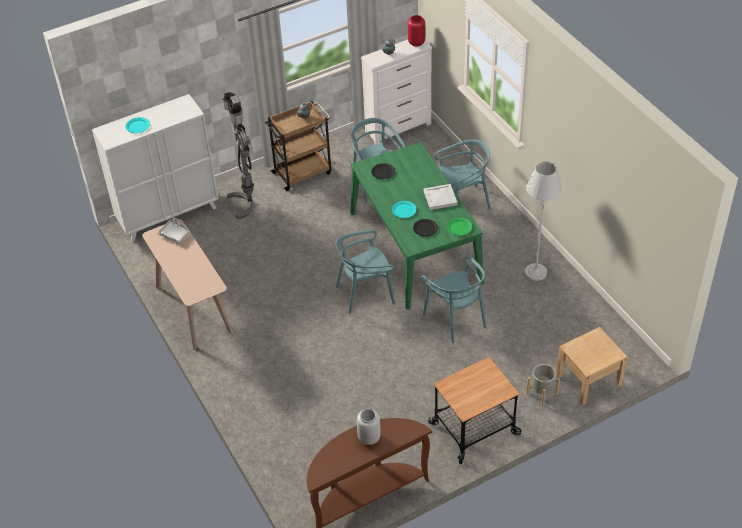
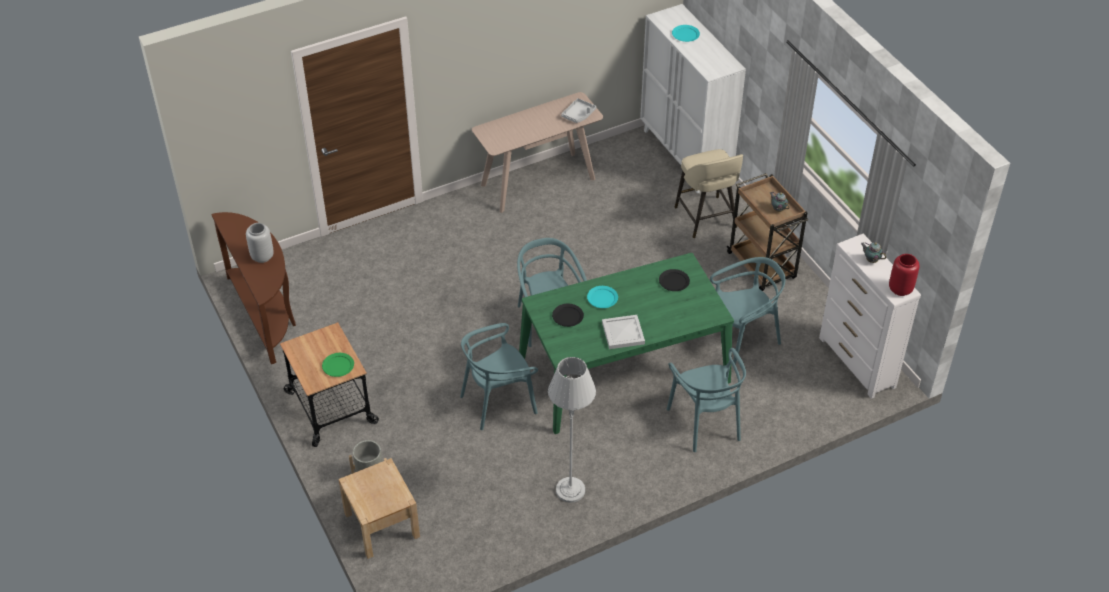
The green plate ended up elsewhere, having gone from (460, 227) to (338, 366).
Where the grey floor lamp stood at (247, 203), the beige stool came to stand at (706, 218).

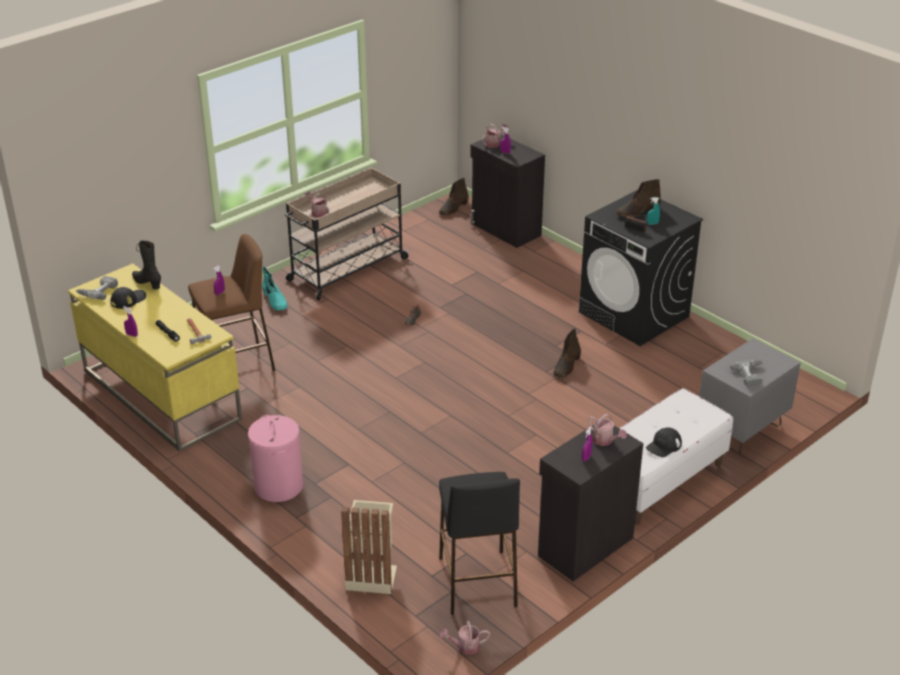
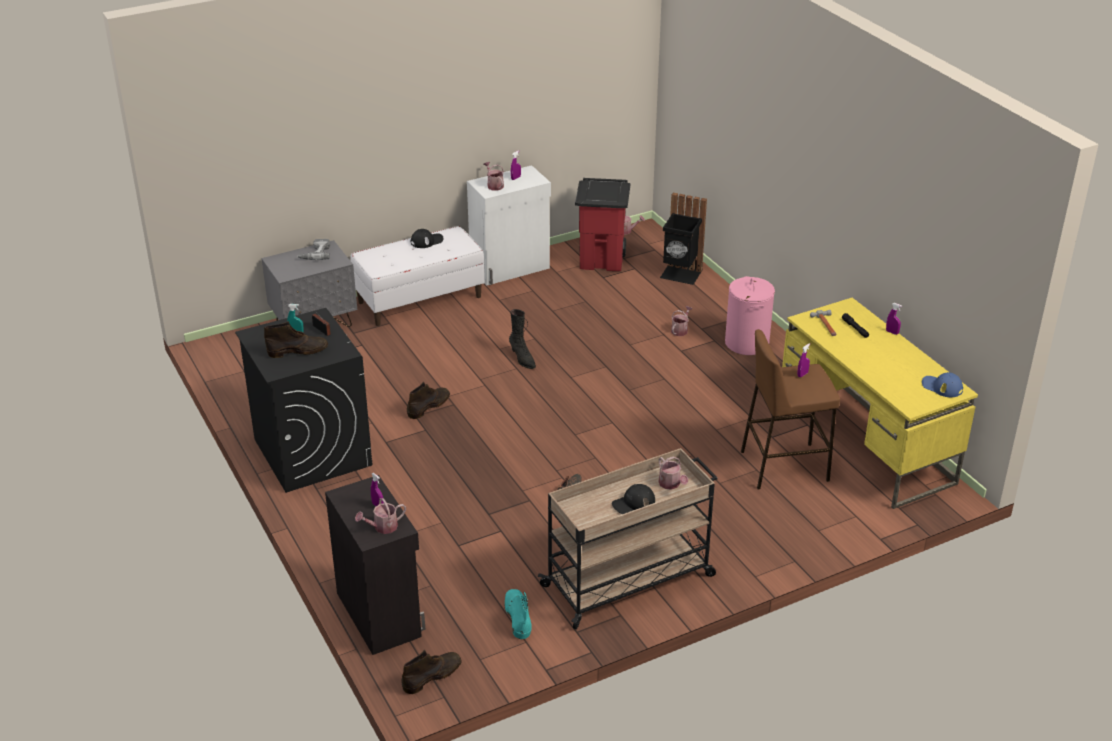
What was the black cabinet at (584, 546) turned into the white cabinet at (511, 268).
The turquoise boot ended up elsewhere, having gone from (275, 300) to (517, 616).
The black boot ended up elsewhere, having gone from (147, 283) to (522, 359).
Where the black stool stood at (477, 582), the red trash can came to stand at (602, 260).
The black cap ended up elsewhere, having gone from (128, 299) to (633, 503).
What was the beige trash can at (371, 575) turned into the black trash can at (680, 275).
The second view gained the watering can at (680, 330).
Where the power drill stood at (98, 291), the blue cap came to stand at (942, 387).

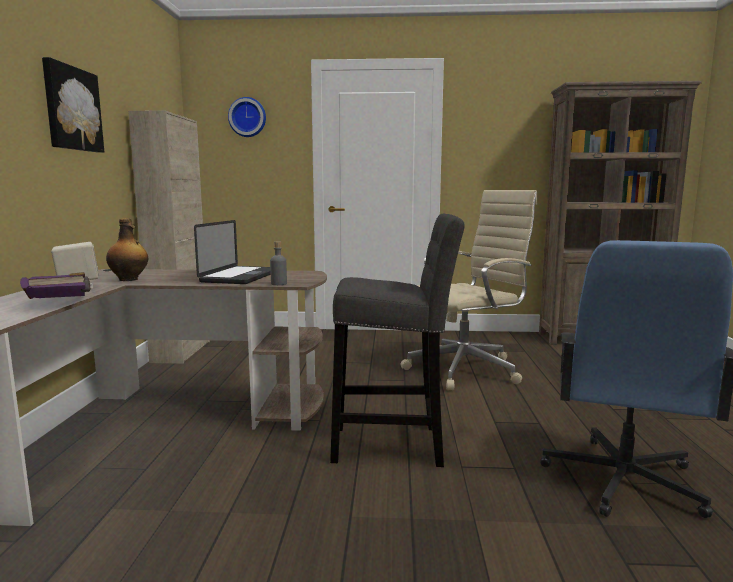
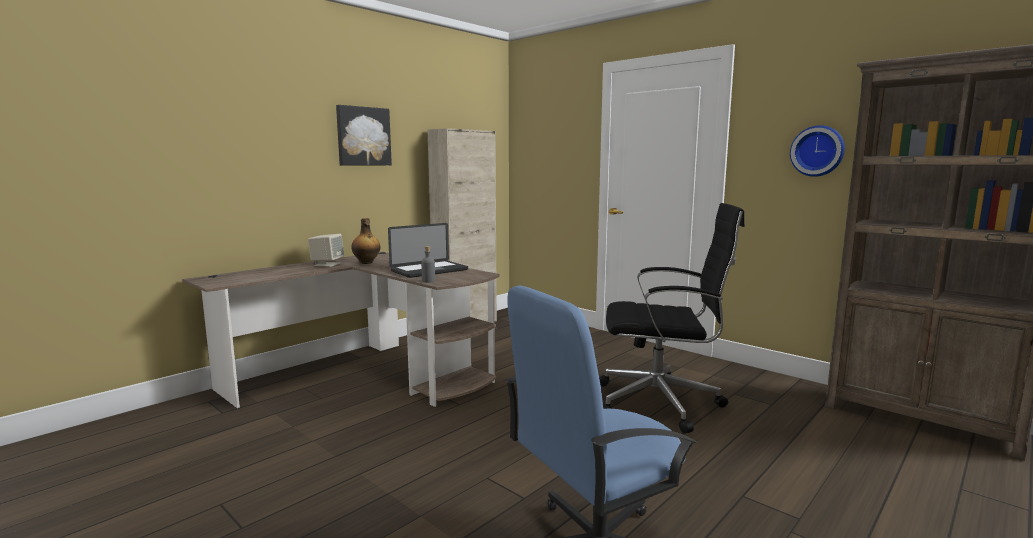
What was the beige office chair at (466, 369) turned into the black office chair at (661, 403).
The wall clock ended up elsewhere, having gone from (248, 117) to (817, 151).
The second view lost the purple book at (59, 304).
The second view lost the grey stool at (394, 445).

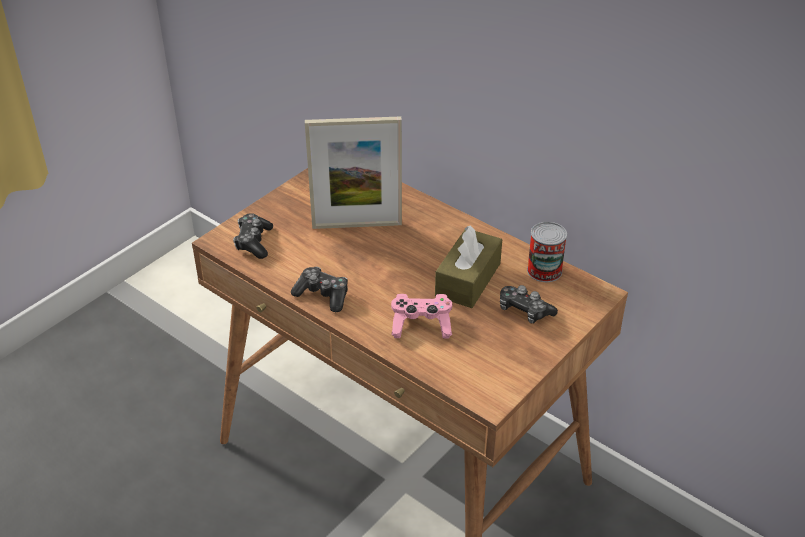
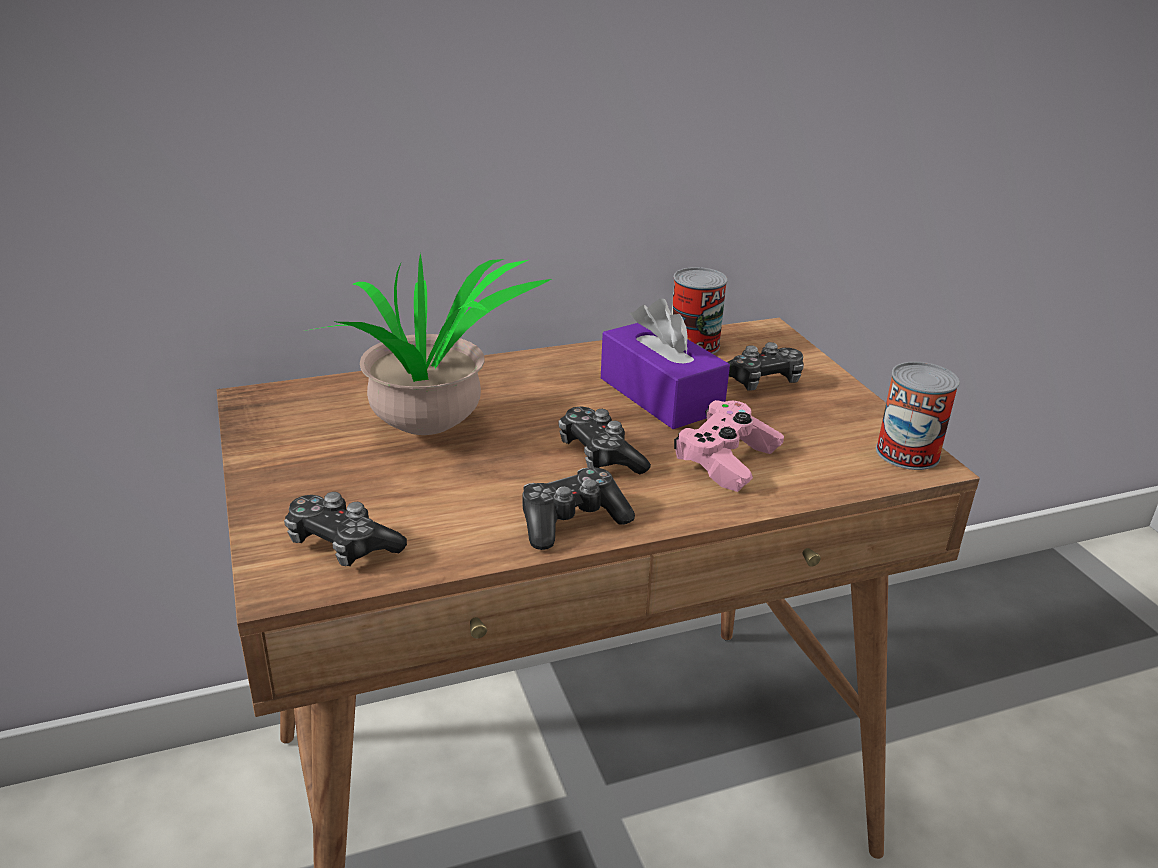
Where the picture frame stood at (357, 225), the potted plant came to stand at (432, 433).
The second view gained the game controller at (599, 455).
What was the brown tissue box at (468, 280) turned into the purple tissue box at (660, 395).
The second view gained the can at (907, 453).

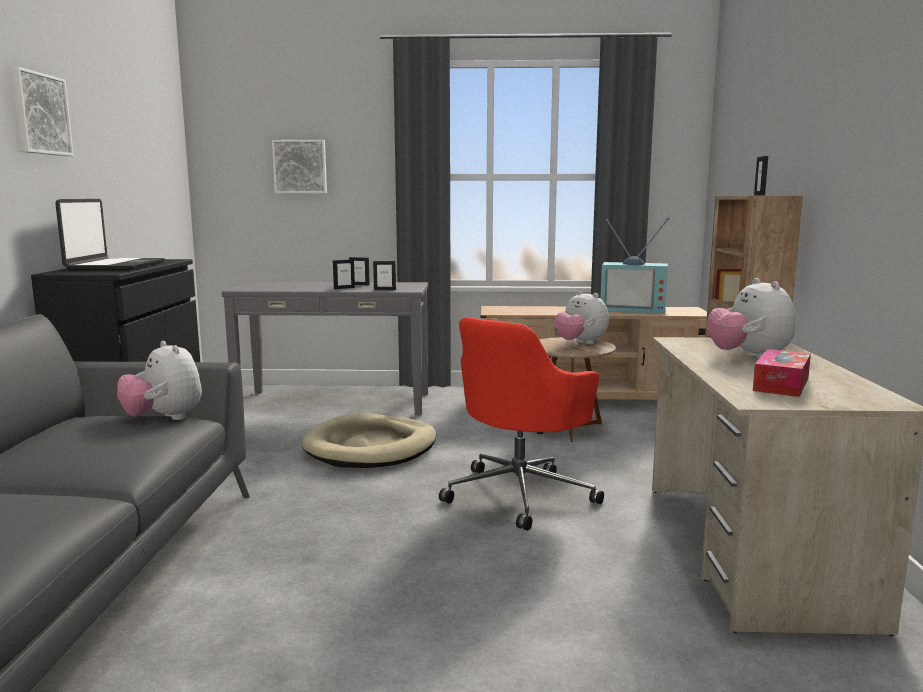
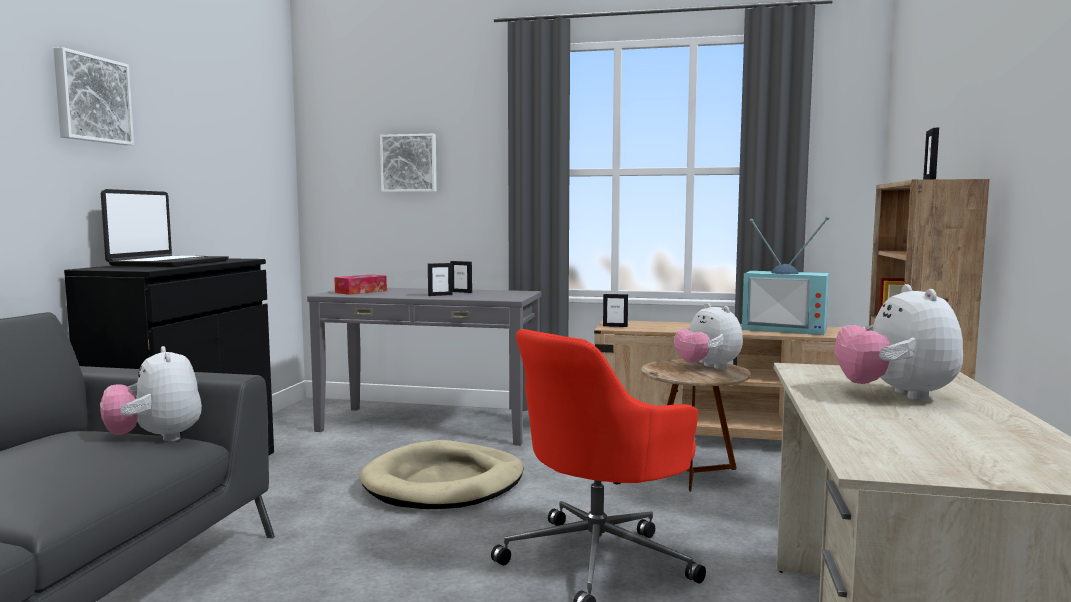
The tissue box ended up elsewhere, having gone from (781, 384) to (361, 291).
The picture frame ended up elsewhere, having gone from (384, 290) to (615, 326).

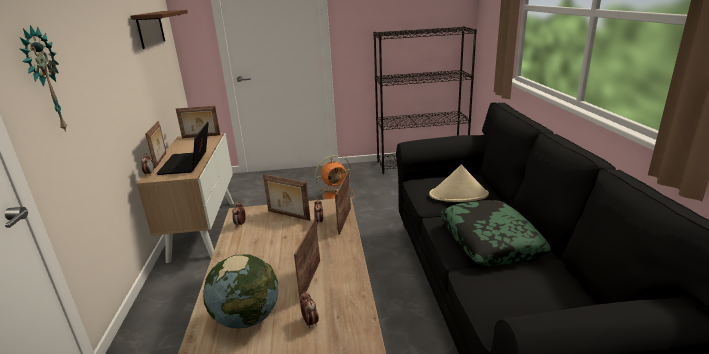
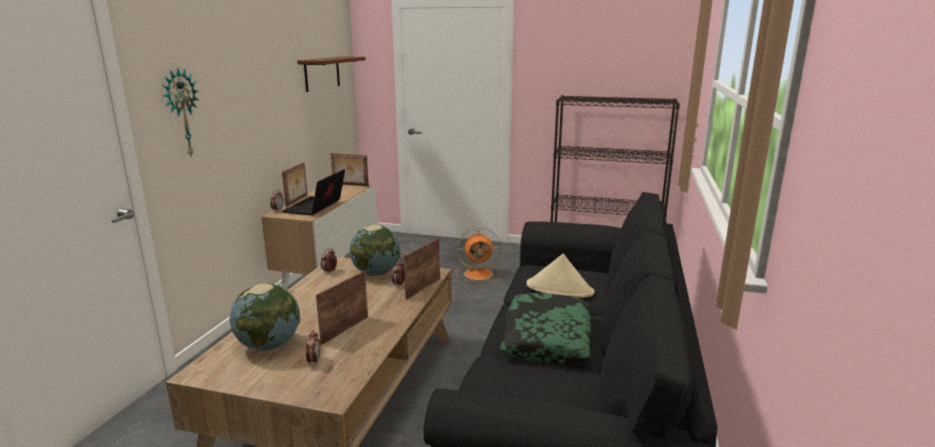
Where the picture frame stood at (288, 216), the globe came to stand at (376, 273).

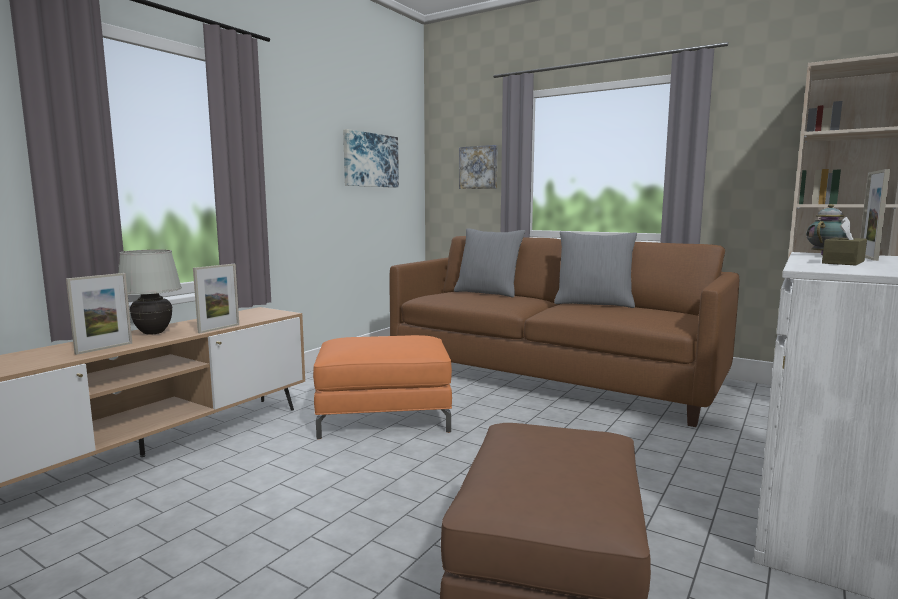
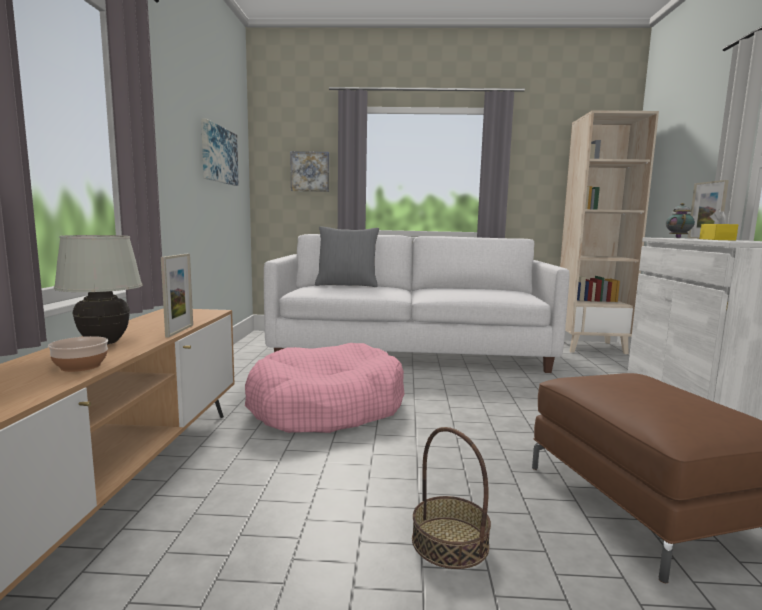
Where the picture frame stood at (104, 348), the bowl came to stand at (80, 366).
Where the orange ottoman stood at (384, 418), the pink dog bed came to stand at (326, 407).
What was the brown sofa at (551, 376) turned into the white sofa at (411, 353).
The second view gained the basket at (449, 542).
What was the brown tissue box at (843, 262) turned into the yellow tissue box at (717, 239).
The second view lost the grey pillow at (594, 303).

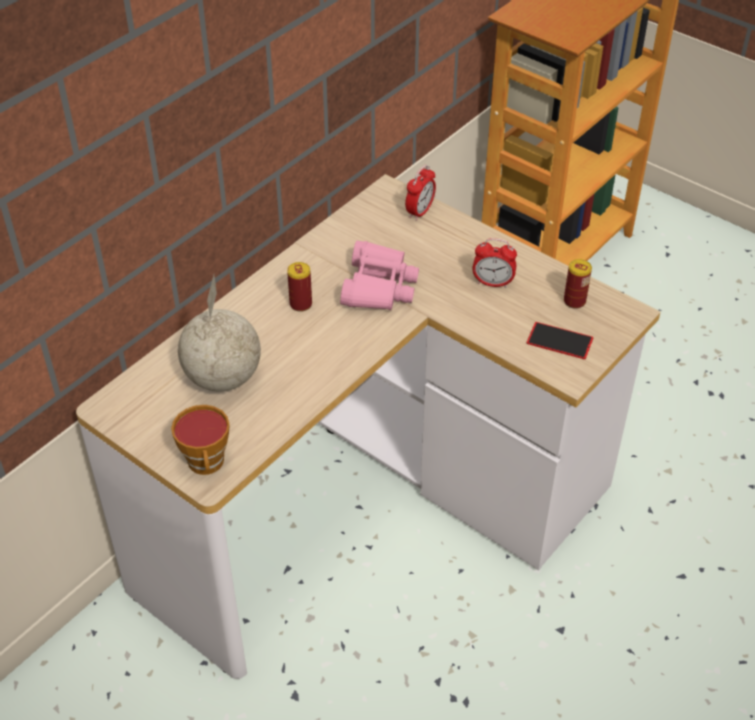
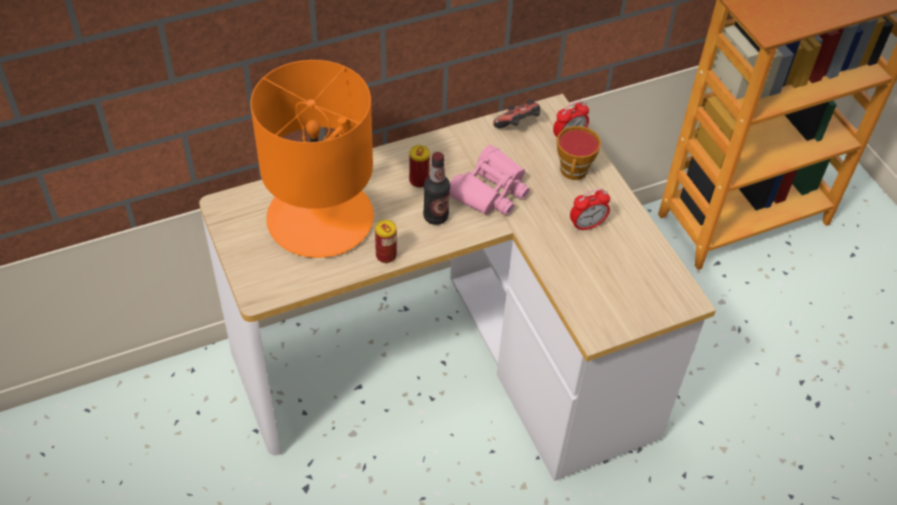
Where the globe stood at (224, 377), the orange table lamp came to stand at (321, 217).
The can ended up elsewhere, having gone from (574, 301) to (386, 255).
The second view gained the bottle at (435, 216).
The second view gained the game controller at (518, 125).
The cup ended up elsewhere, having gone from (207, 464) to (573, 172).
The alarm clock at (493, 283) ended up facing another way, 60 degrees counterclockwise from before.
The second view lost the phone at (559, 341).

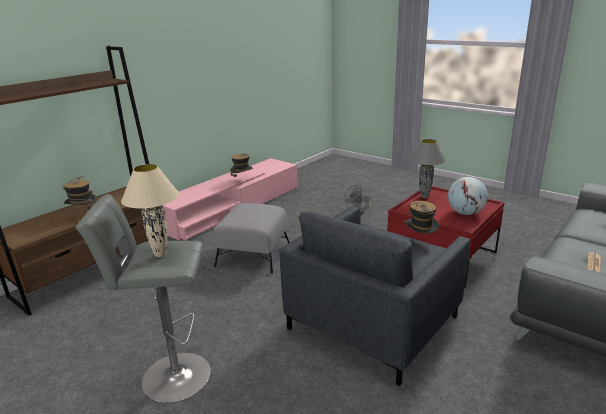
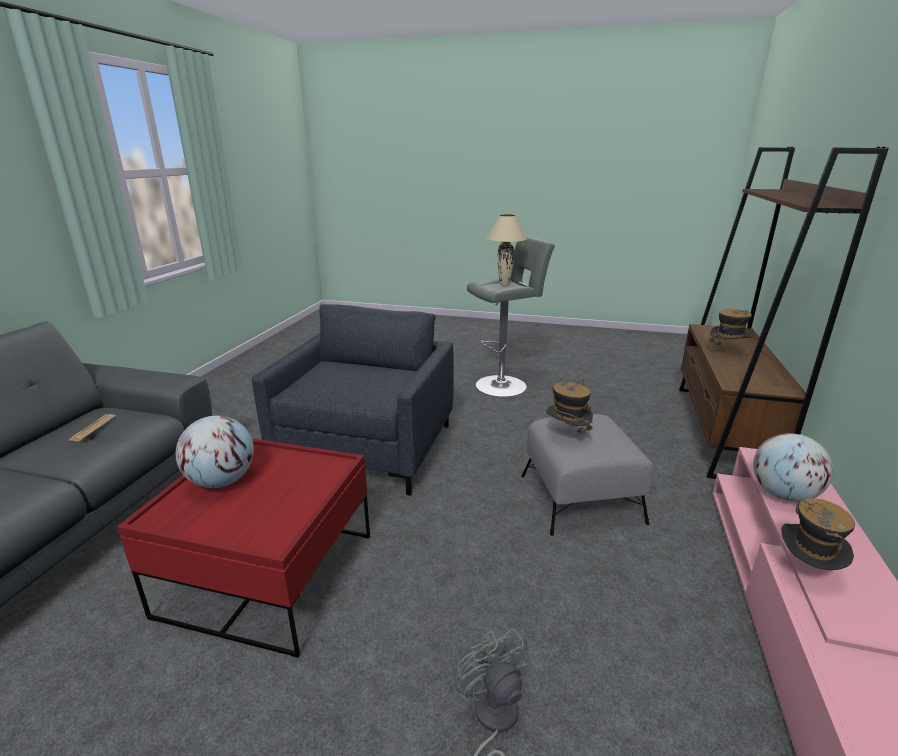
The hat ended up elsewhere, having gone from (420, 241) to (567, 436).
The second view gained the globe at (783, 495).
The second view lost the grey table lamp at (425, 196).

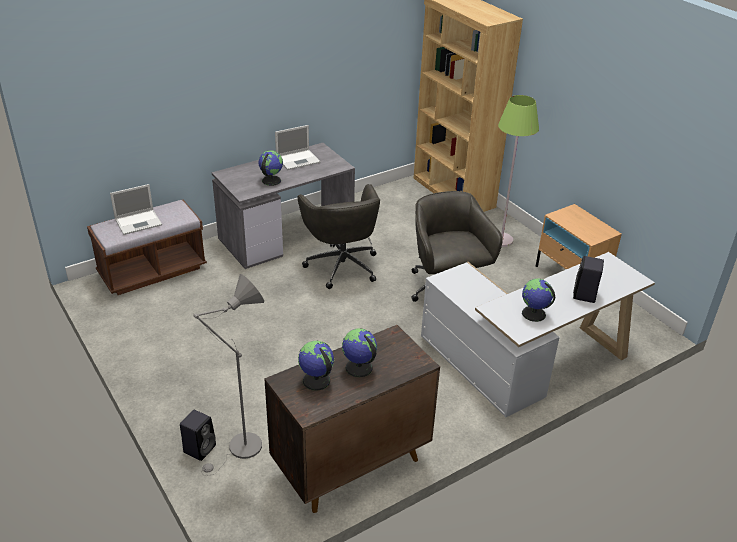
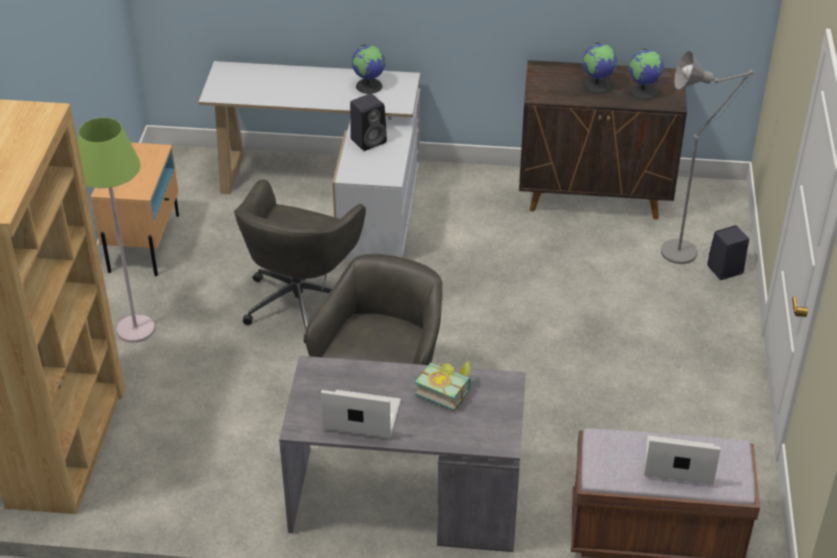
The black speaker ended up elsewhere, having gone from (585, 295) to (369, 140).
Where the globe stood at (271, 180), the book came to stand at (445, 390).

